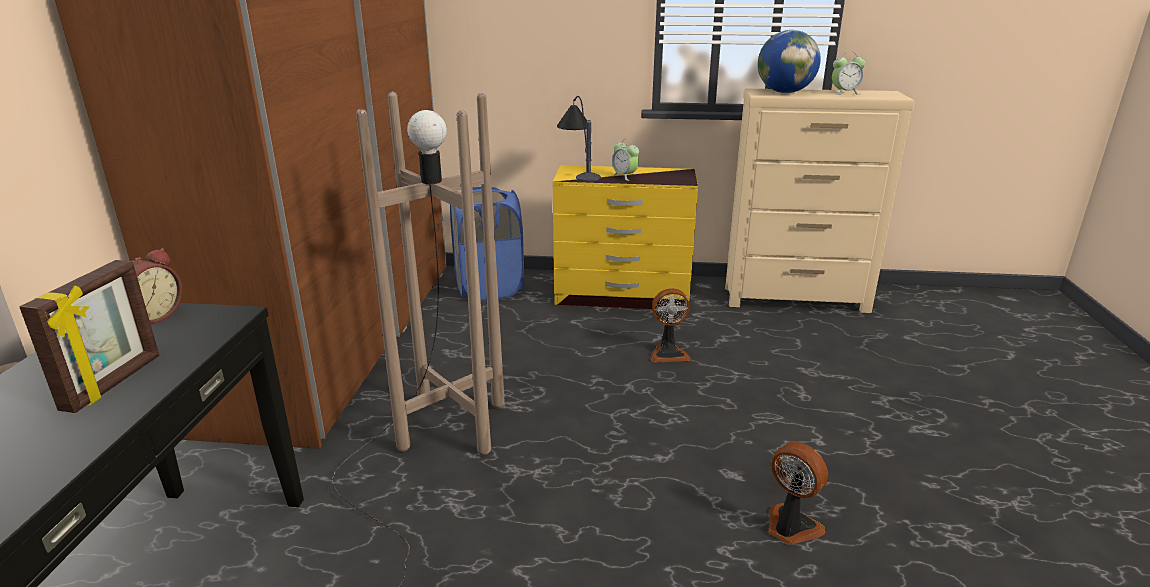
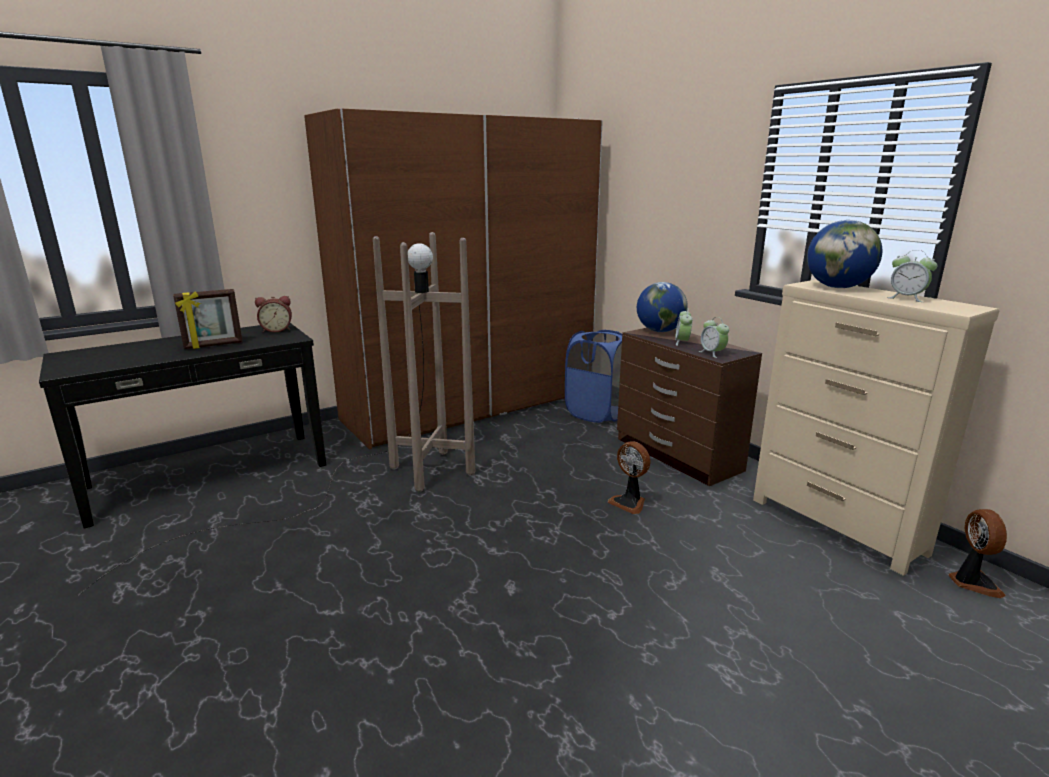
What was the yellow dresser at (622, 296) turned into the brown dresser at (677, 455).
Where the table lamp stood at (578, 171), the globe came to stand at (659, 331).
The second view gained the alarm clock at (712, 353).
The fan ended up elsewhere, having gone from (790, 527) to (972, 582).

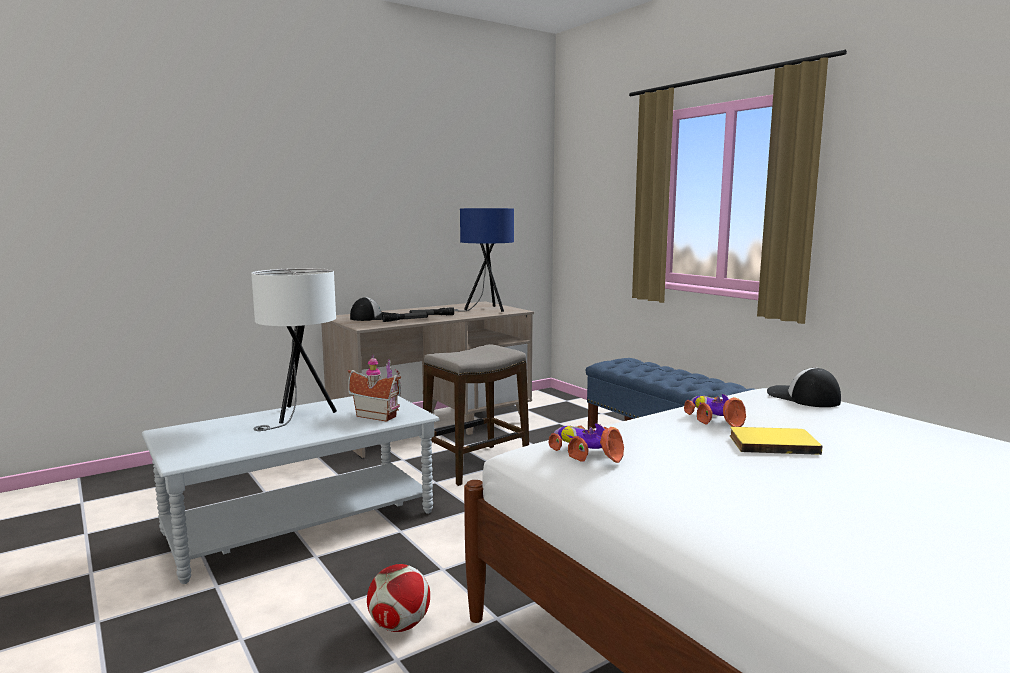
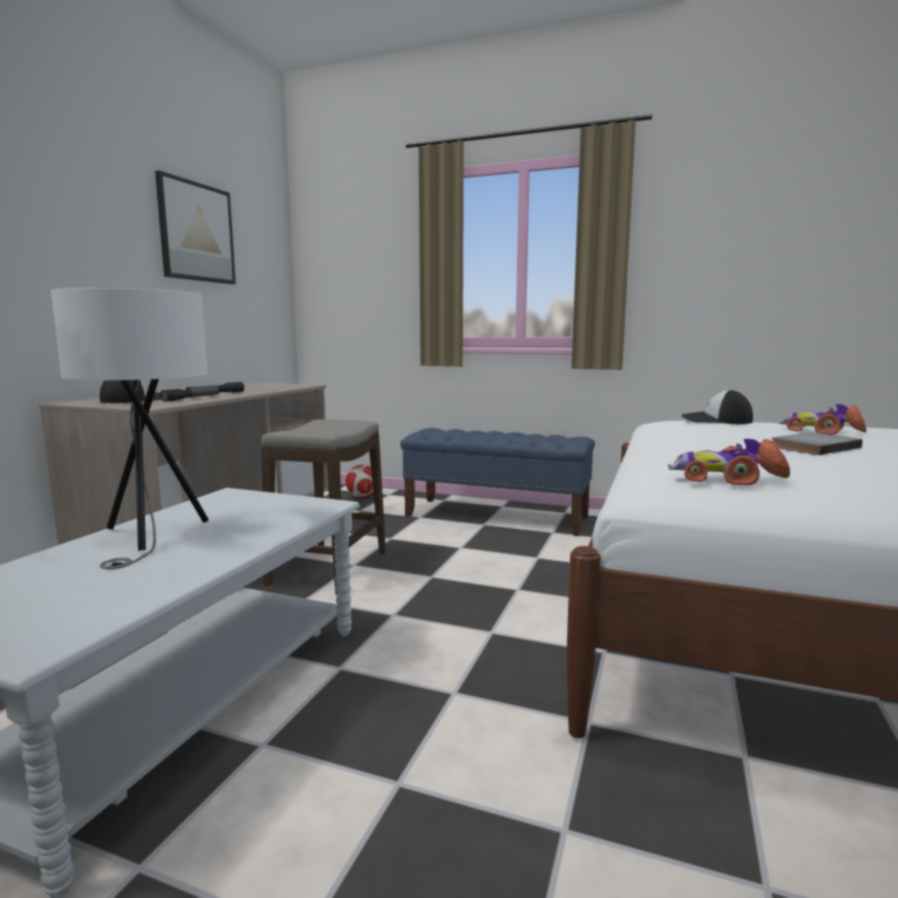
The second view gained the picture at (196, 232).
The football ended up elsewhere, having gone from (400, 625) to (362, 497).
What was the yellow book at (772, 443) turned into the grey book at (811, 447).
The toy car ended up elsewhere, having gone from (714, 419) to (821, 431).
The second view lost the toy house at (377, 415).
The second view lost the blue table lamp at (484, 310).

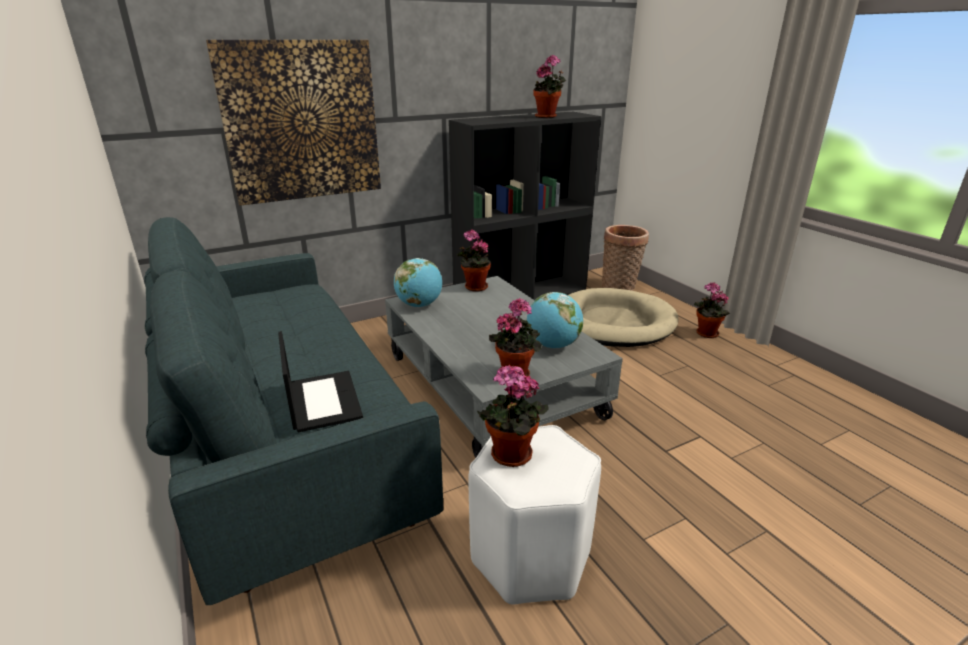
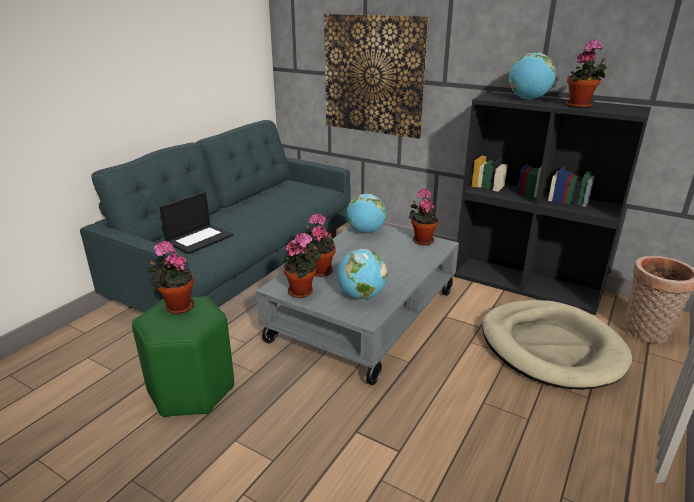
What was the white stool at (529, 556) turned into the green stool at (192, 389).
The potted plant ended up elsewhere, having gone from (705, 334) to (319, 270).
The second view gained the globe at (528, 99).

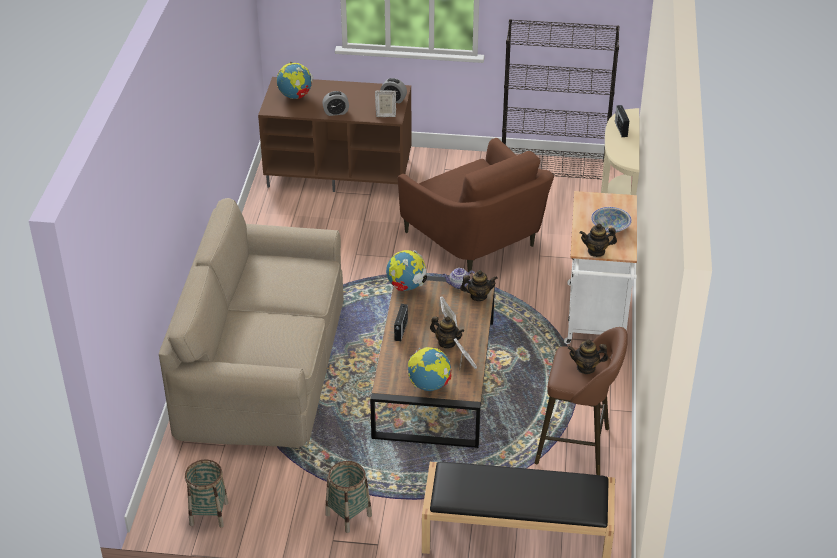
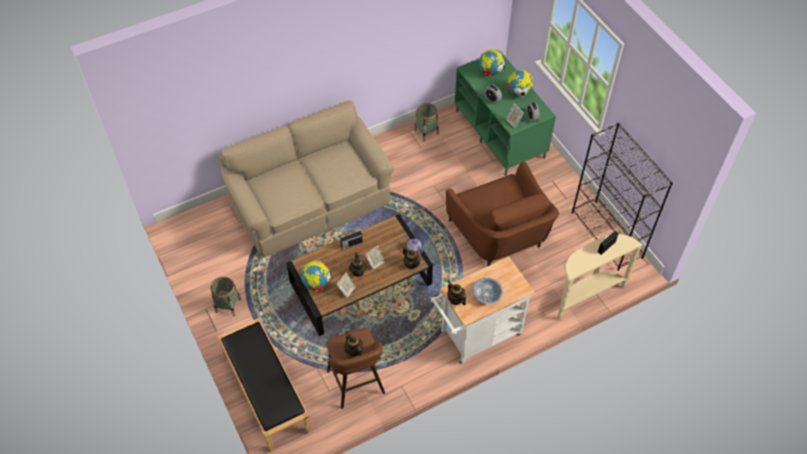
The basket ended up elsewhere, having gone from (209, 513) to (426, 132).
The brown armchair at (477, 239) ended up facing another way, 45 degrees counterclockwise from before.
What was the brown tv stand at (340, 172) turned into the green tv stand at (500, 134).
The globe ended up elsewhere, having gone from (406, 286) to (518, 92).

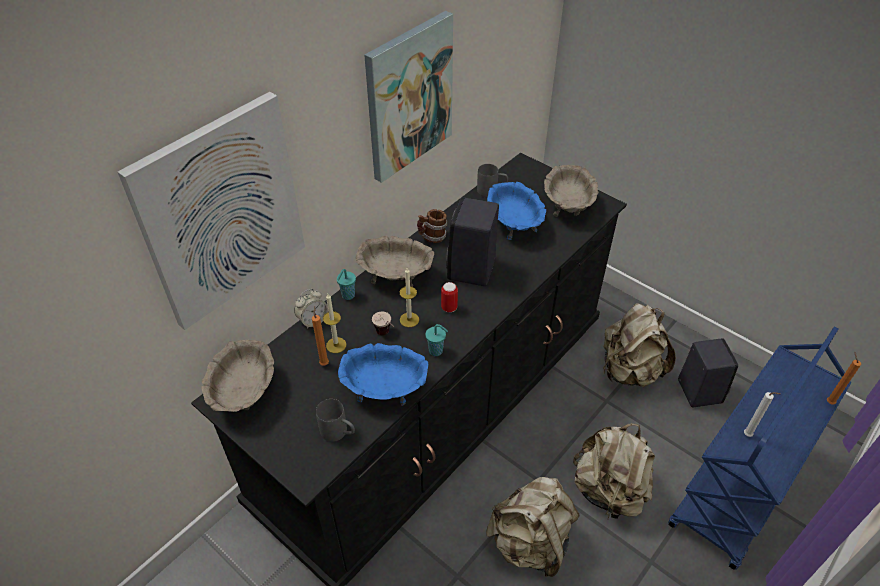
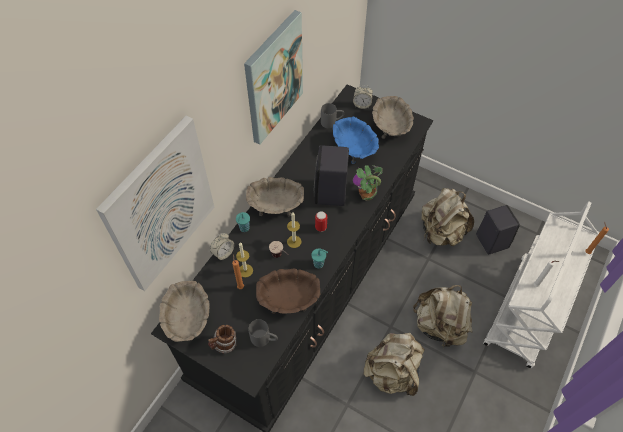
The mug ended up elsewhere, having gone from (432, 237) to (224, 345).
What was the blue bowl at (385, 388) turned into the brown bowl at (289, 299).
The second view gained the alarm clock at (362, 105).
The second view gained the potted plant at (367, 195).
What was the blue cart at (737, 491) turned into the white cart at (525, 312).

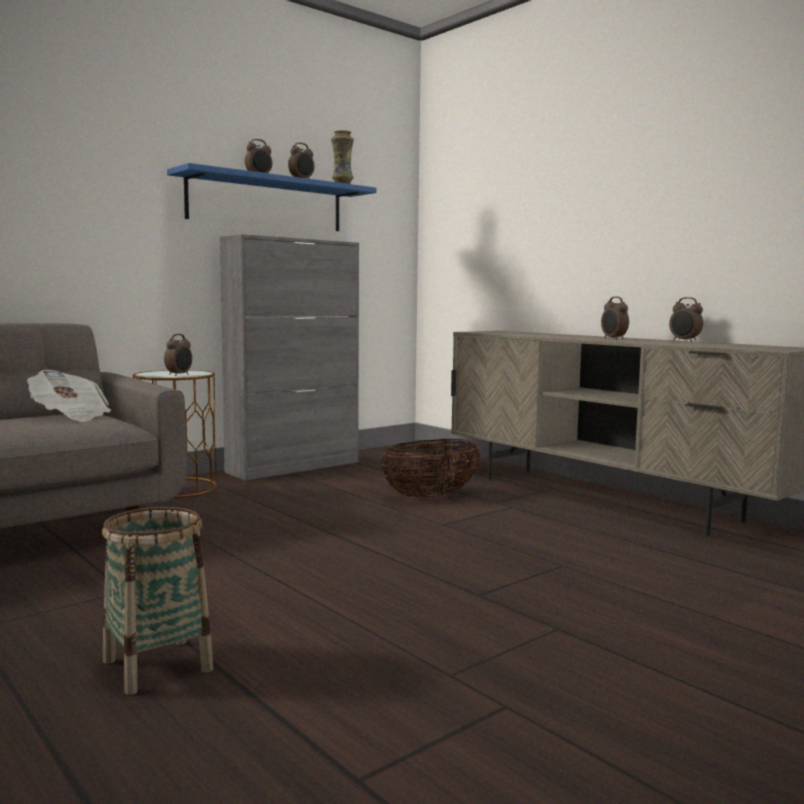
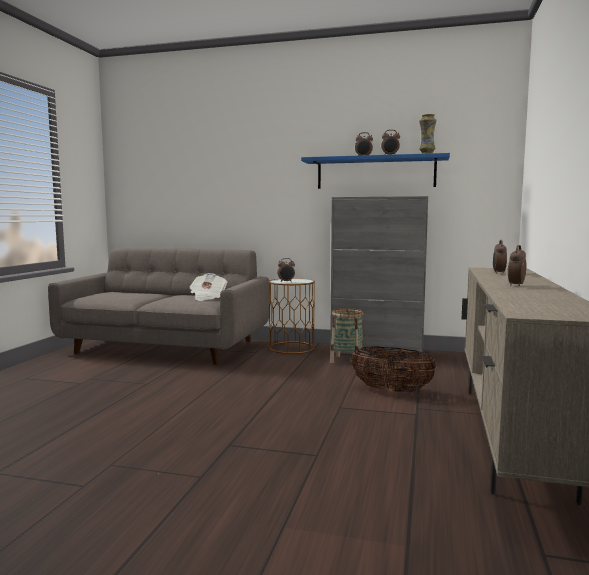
The basket ended up elsewhere, having gone from (157, 665) to (347, 360).
The alarm clock ended up elsewhere, having gone from (684, 341) to (498, 273).

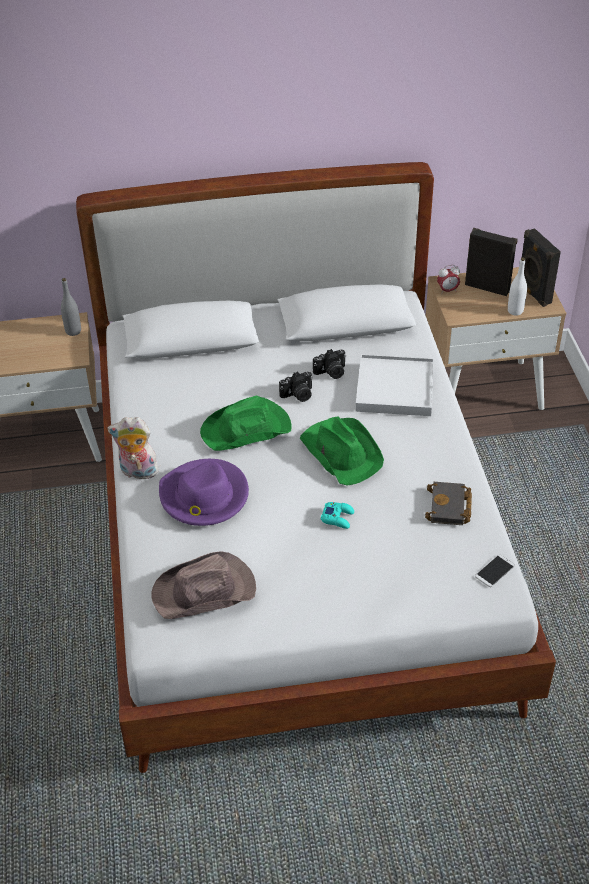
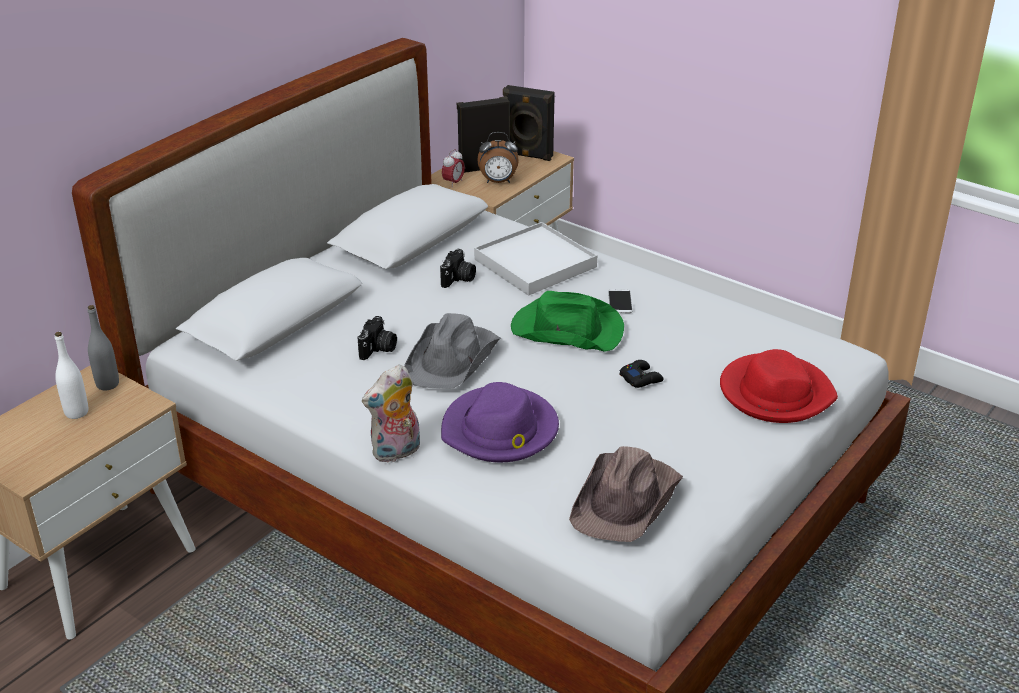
The white bottle ended up elsewhere, having gone from (515, 311) to (76, 412).
The photo camera ended up elsewhere, having gone from (298, 395) to (378, 349).
What was the green hat at (247, 430) turned into the grey hat at (453, 359).
The second view gained the alarm clock at (498, 182).
The phone ended up elsewhere, having gone from (494, 571) to (620, 302).
What was the turquoise game controller at (338, 518) turned into the black game controller at (641, 378).
The second view gained the red hat at (775, 393).
The second view lost the black book at (450, 508).

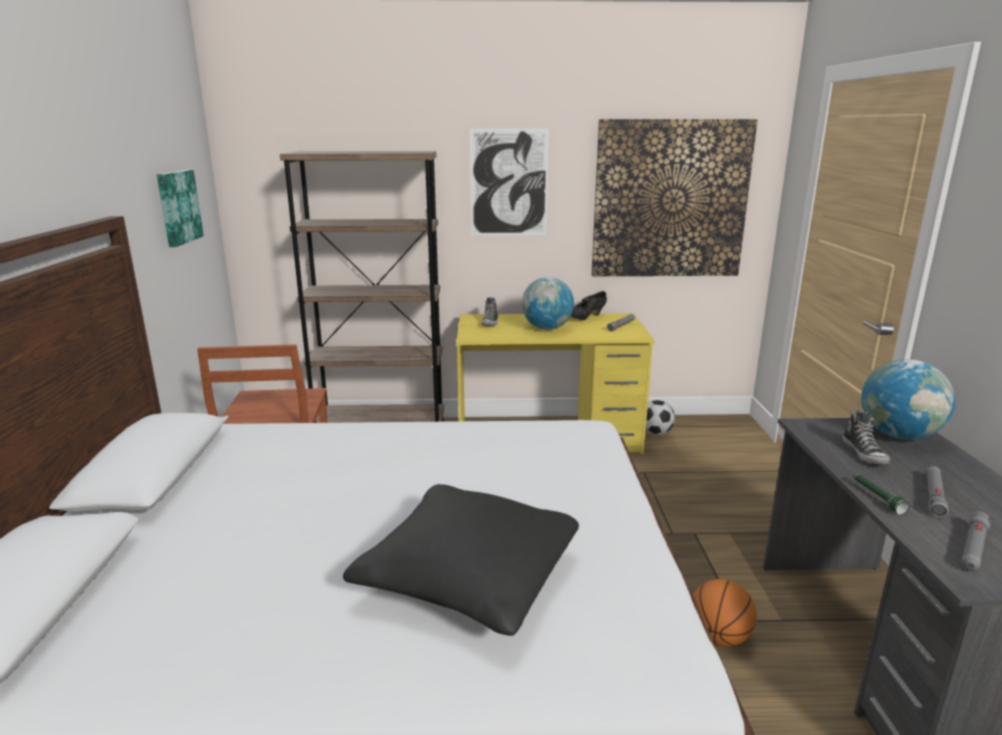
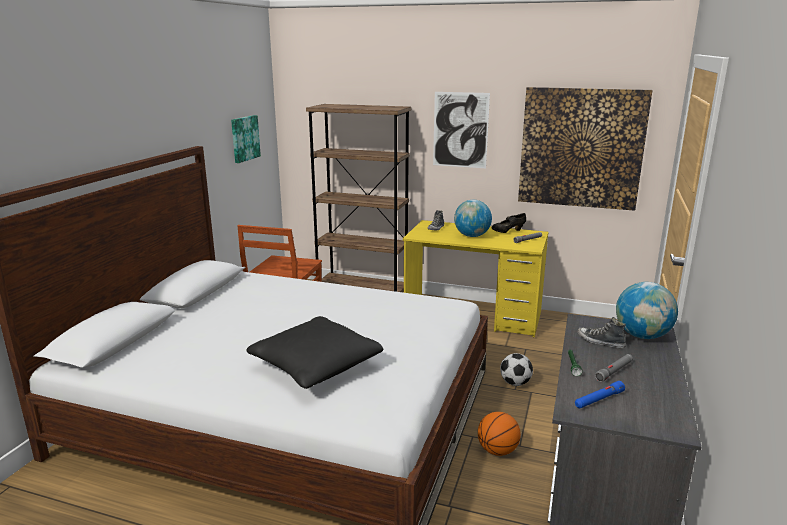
The football ended up elsewhere, having gone from (655, 433) to (515, 383).
What was the grey flashlight at (973, 548) turned into the blue flashlight at (598, 399).
The shoe at (864, 454) ended up facing another way, 105 degrees clockwise from before.

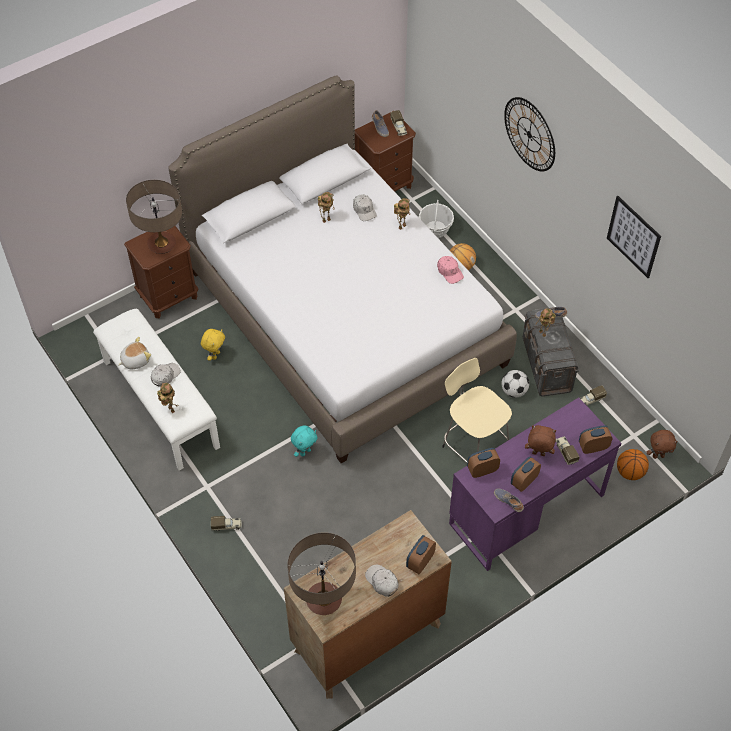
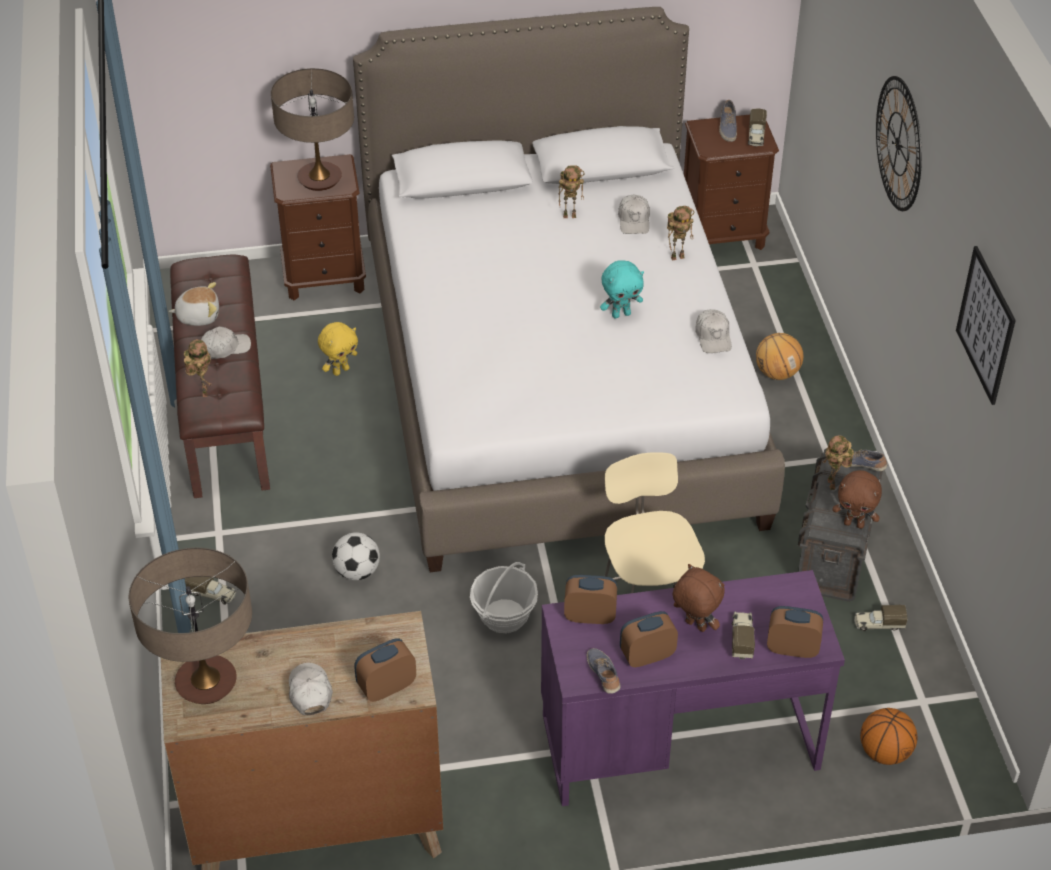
What was the white bench at (159, 404) turned into the brown bench at (223, 406).
The football ended up elsewhere, having gone from (514, 391) to (357, 571).
The basket ended up elsewhere, having gone from (435, 229) to (504, 616).
The turquoise plush toy ended up elsewhere, having gone from (305, 452) to (621, 314).
What was the pink cap at (449, 272) turned into the white cap at (713, 337).
The brown plush toy ended up elsewhere, having gone from (658, 455) to (854, 524).

